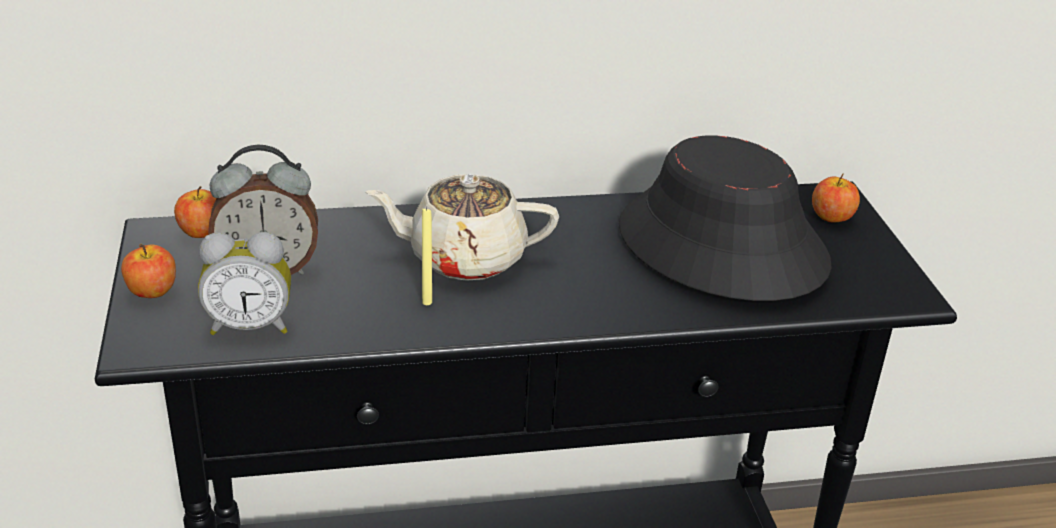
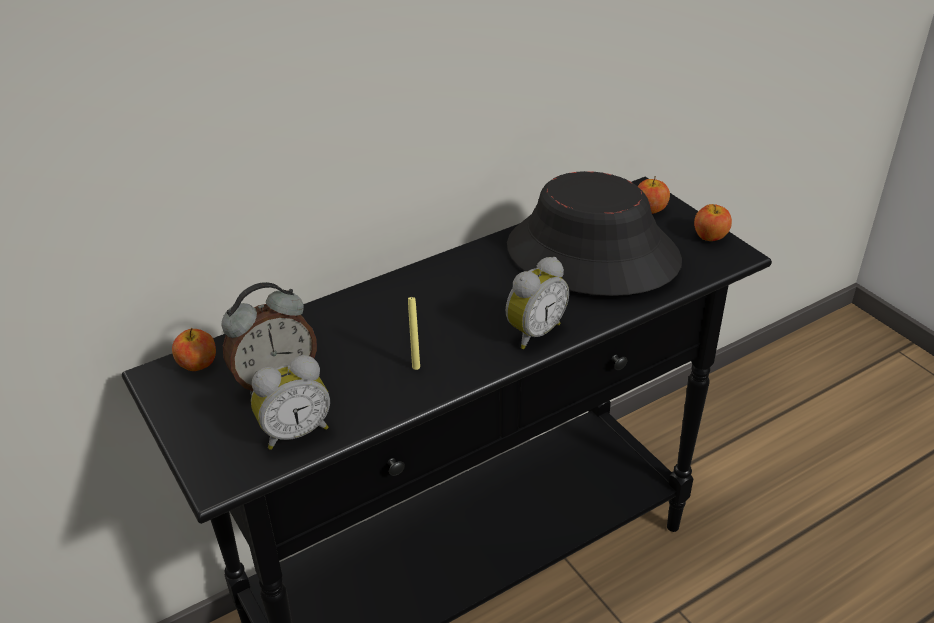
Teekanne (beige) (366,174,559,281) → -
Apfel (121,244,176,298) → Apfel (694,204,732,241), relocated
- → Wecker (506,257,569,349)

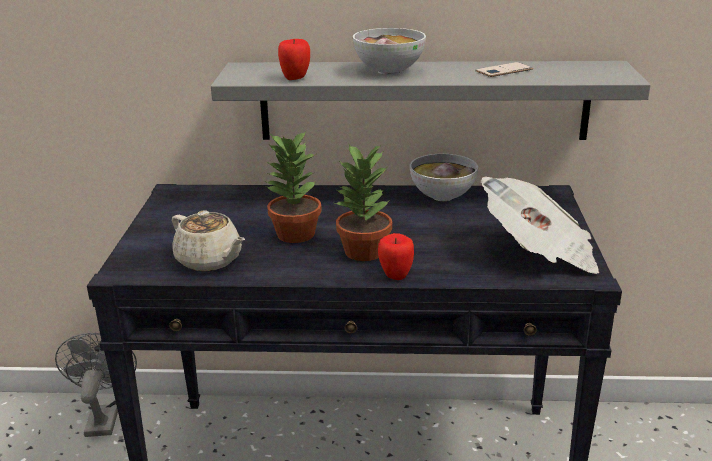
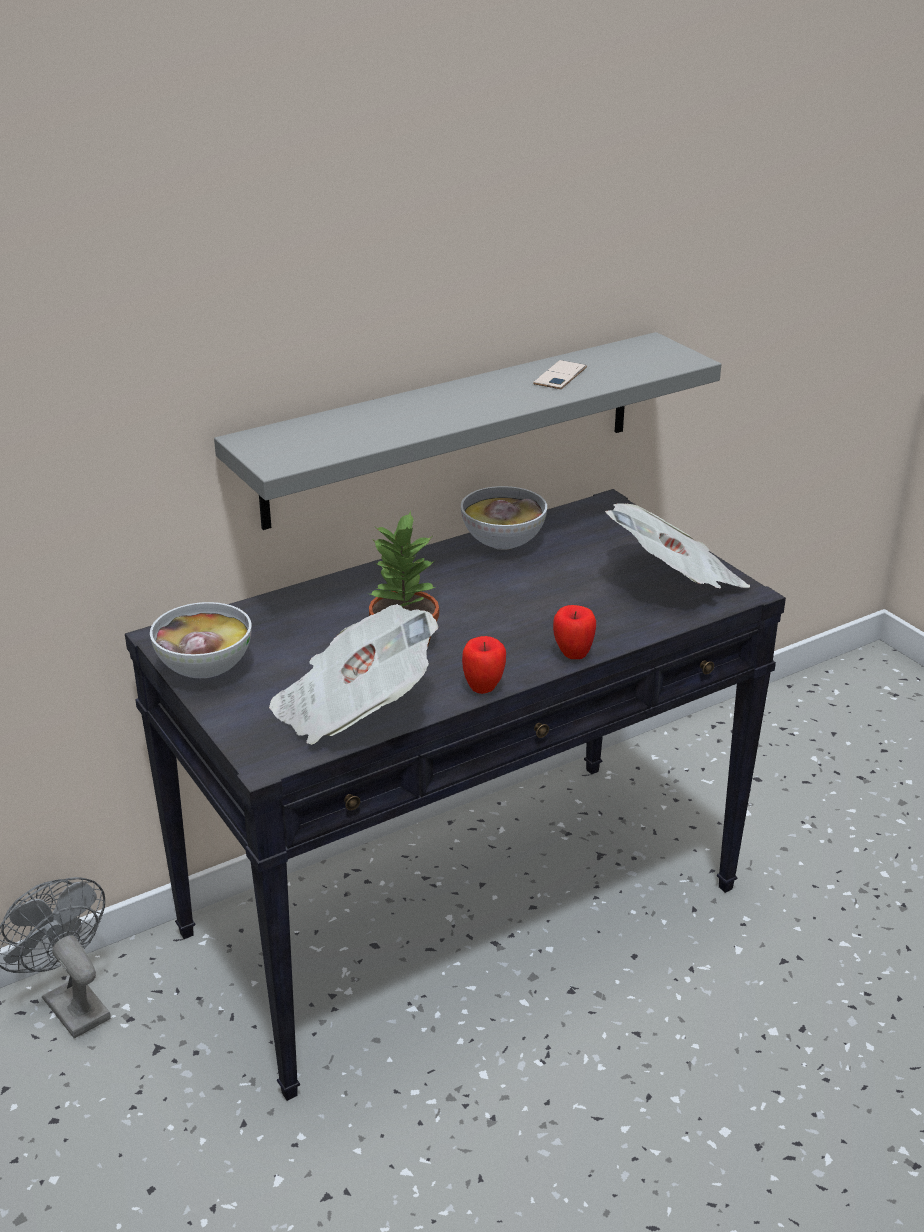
Schüssel (353,28,426,75) → Schüssel (150,602,252,678), relocated
Apfel (278,39,310,80) → Apfel (462,636,506,694), relocated
Topfpflanze (335,143,392,261) → -
Teekanne (beige) (172,210,245,271) → Zeitung (269,604,438,745)

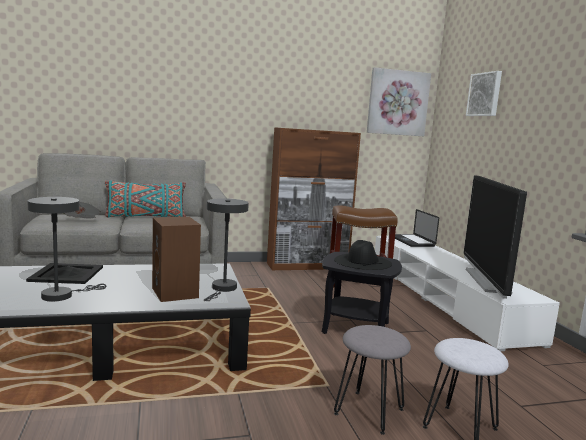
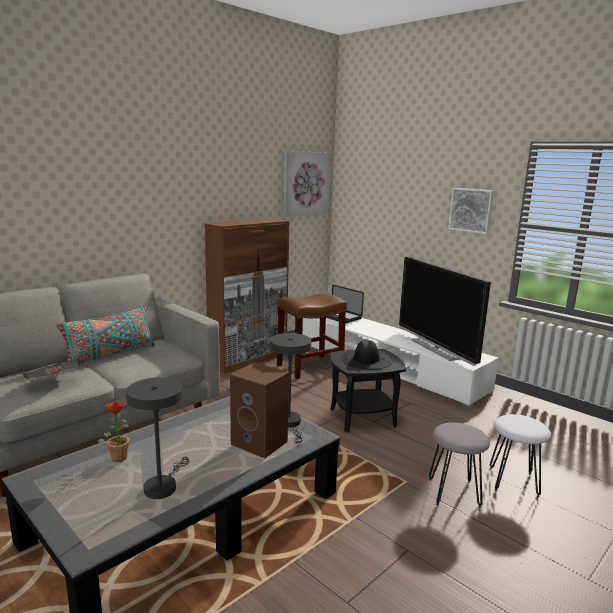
Bild (466,71,502,116) → Bild (448,188,494,234), relocated
Tablett (schwarz) (26,263,103,284) → Topfpflanze (98,401,130,462)

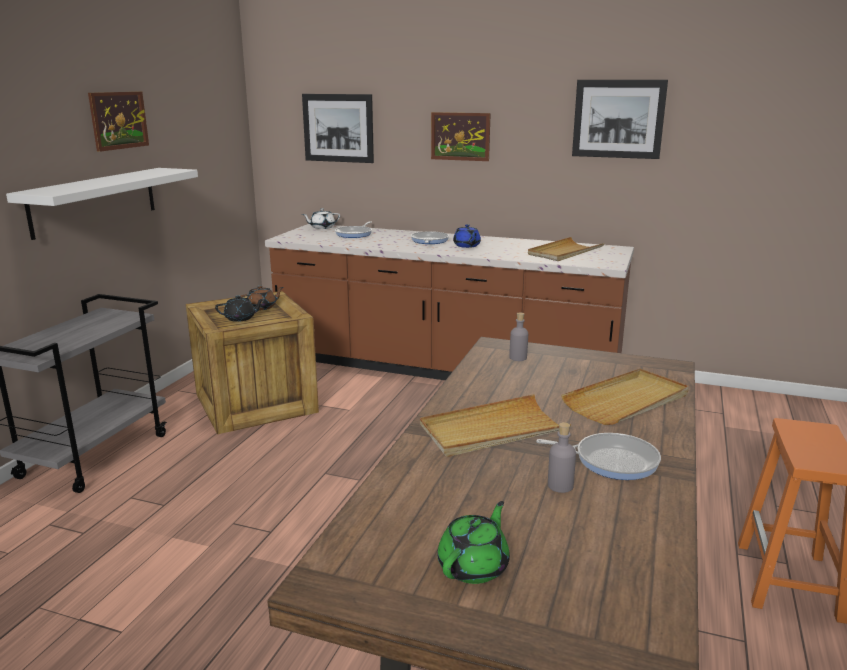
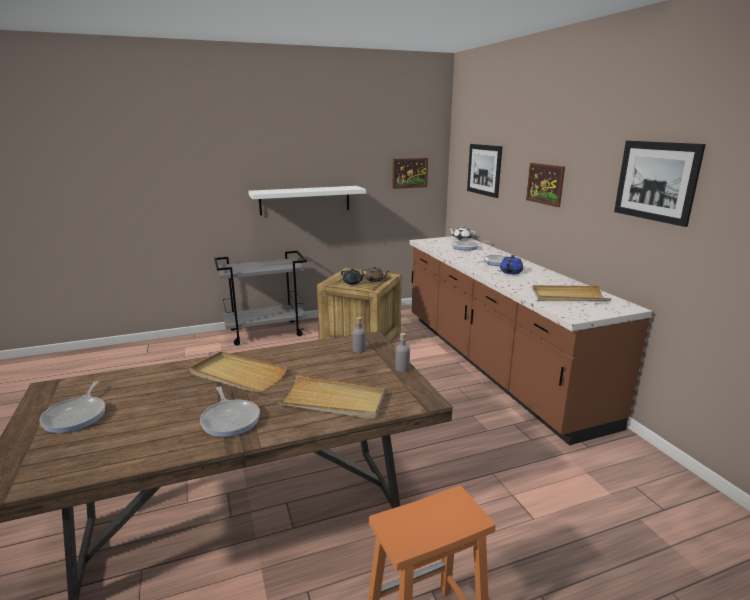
Bild (88,92,149,152) → Bild (392,158,428,189), relocated
Flasche (grau) (548,422,576,493) → Flasche (grau) (395,333,410,372), relocated
Teekanne (grün) (437,501,510,584) → Pfanne (39,381,105,433)

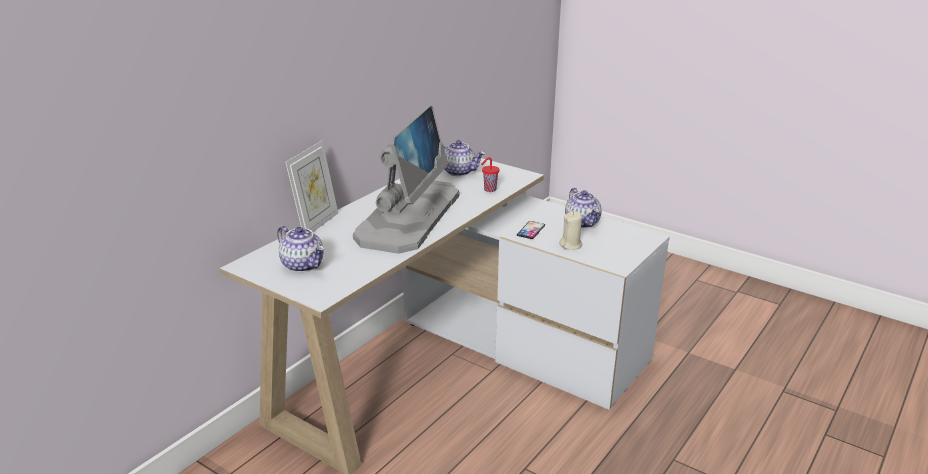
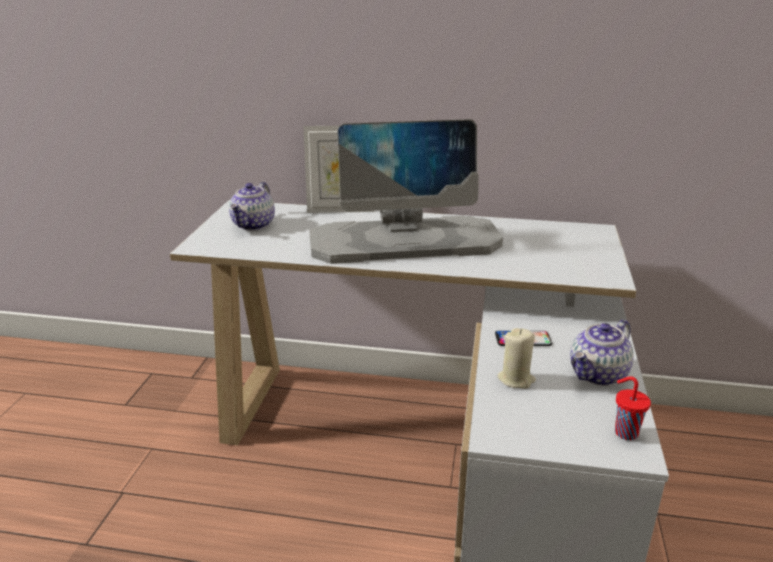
Teekanne (443,140,485,176) → -
Tasse (rot) (481,157,499,192) → Tasse (rot) (615,376,651,440), relocated

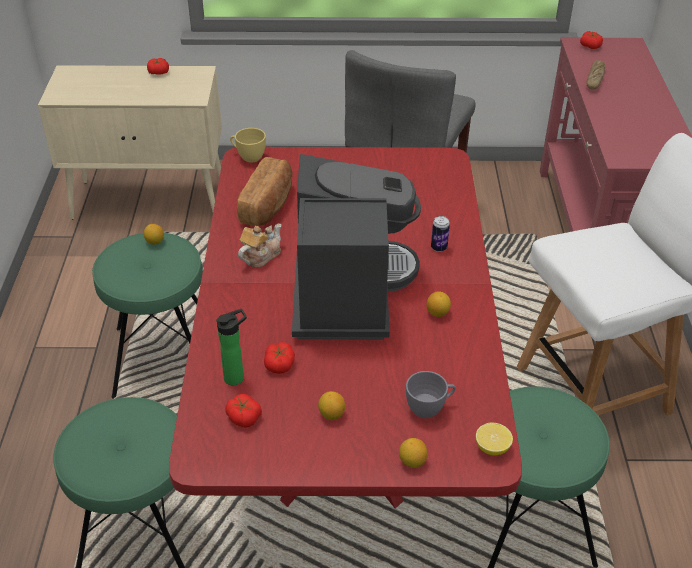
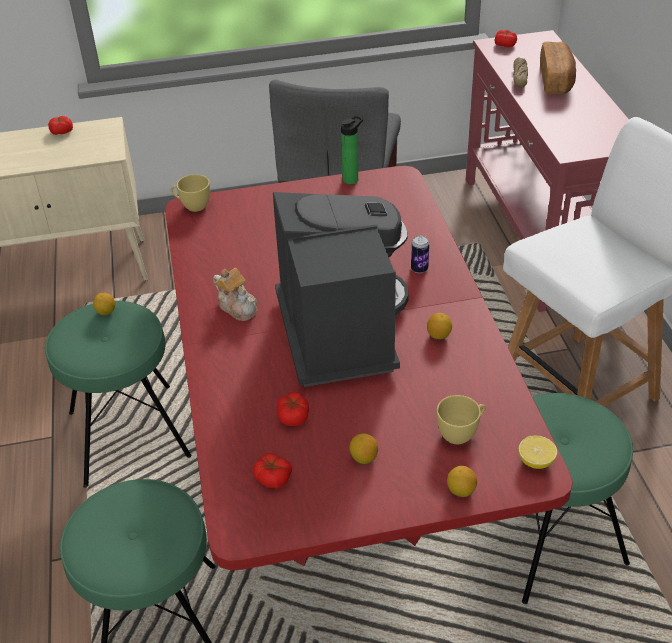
Brot (237,157,292,226) → Brot (540,42,576,94), relocated
Teekanne (238,224,281,268) → Teekanne (213,268,258,321), 105 degrees clockwise
Flasche (216,309,247,386) → Flasche (341,115,363,185), relocated
Tasse (grau) (406,371,456,418) → Tasse (gelb) (437,395,486,444)

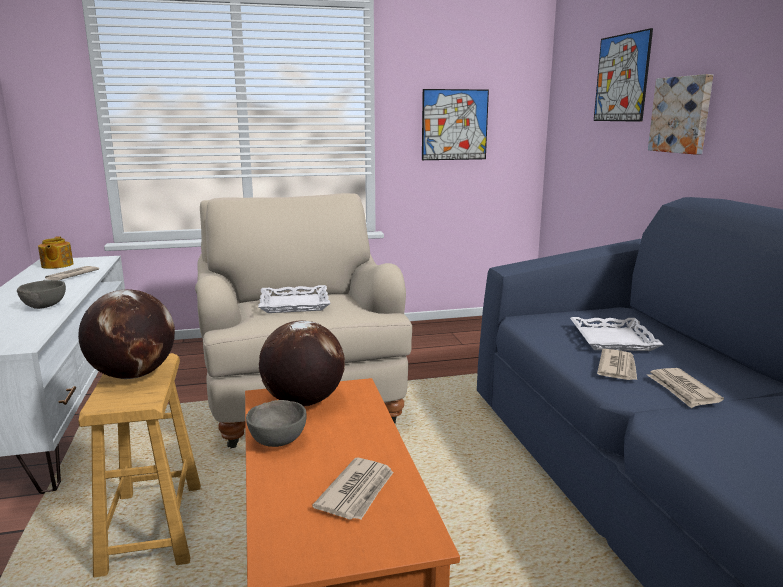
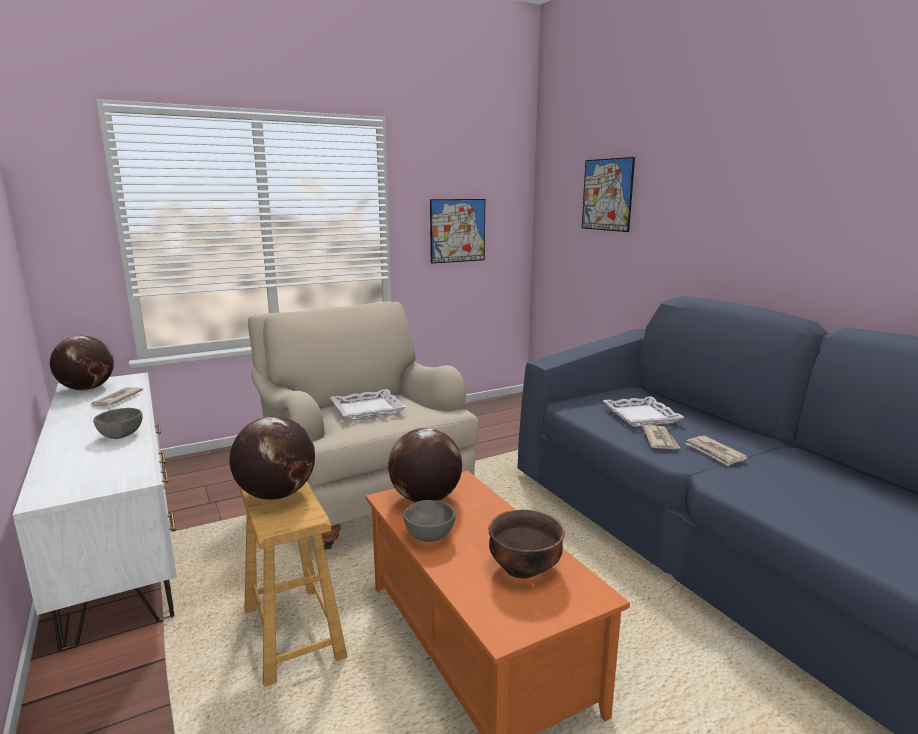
Bild (648,74,713,154) → -
Teekanne (38,236,74,269) → Globus (50,336,114,390)
Zeitung (312,458,394,520) → Schüssel (braun) (488,510,565,579)

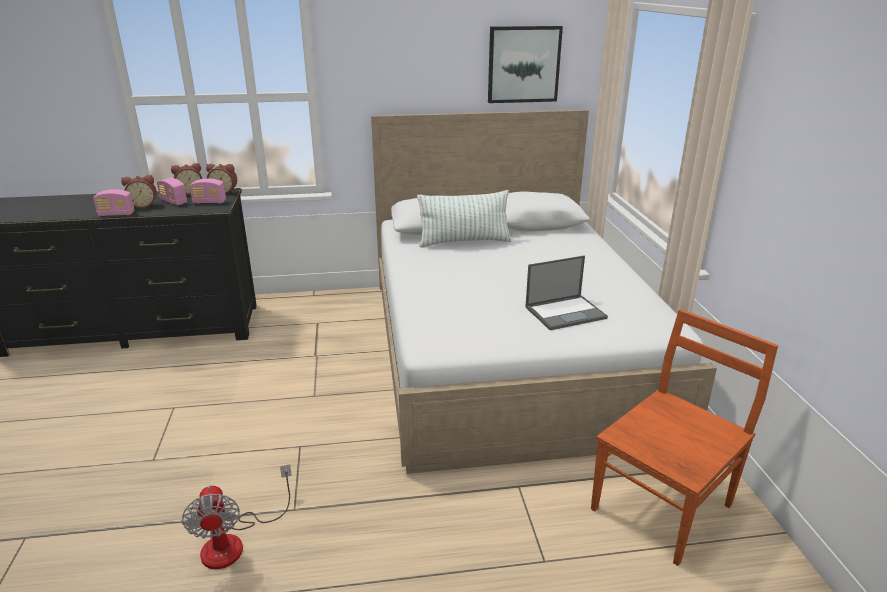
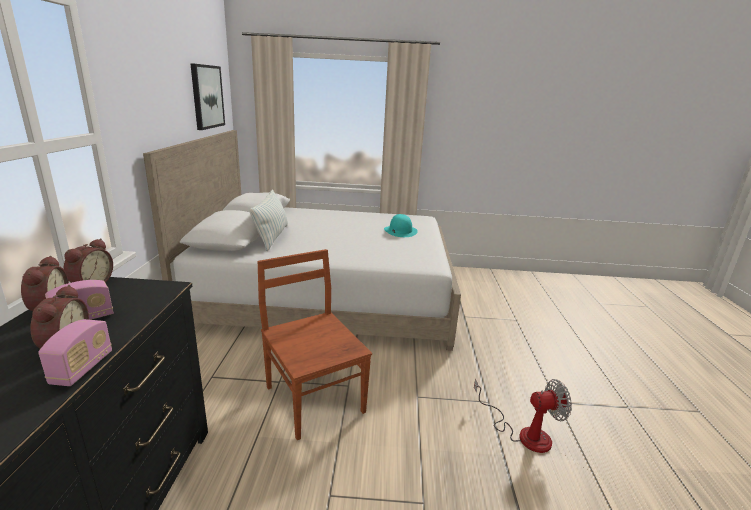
Radio (189,179,226,203) → -
Laptop (525,255,608,330) → Hut (türkis) (384,214,418,237)
Stuhl (braun) (591,309,778,566) → Stuhl (braun) (257,249,372,440), relocated

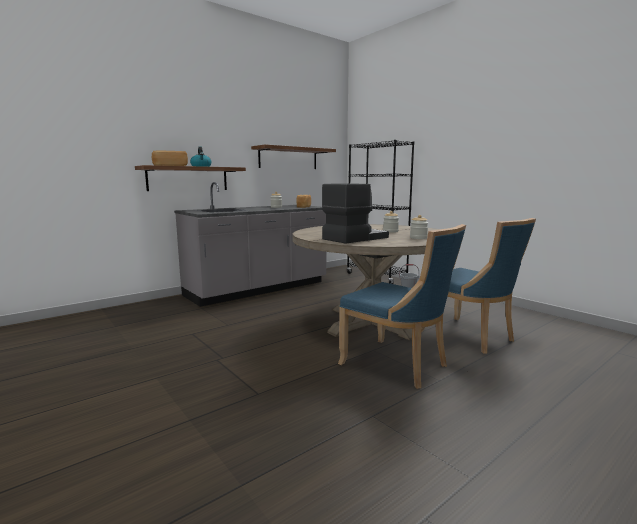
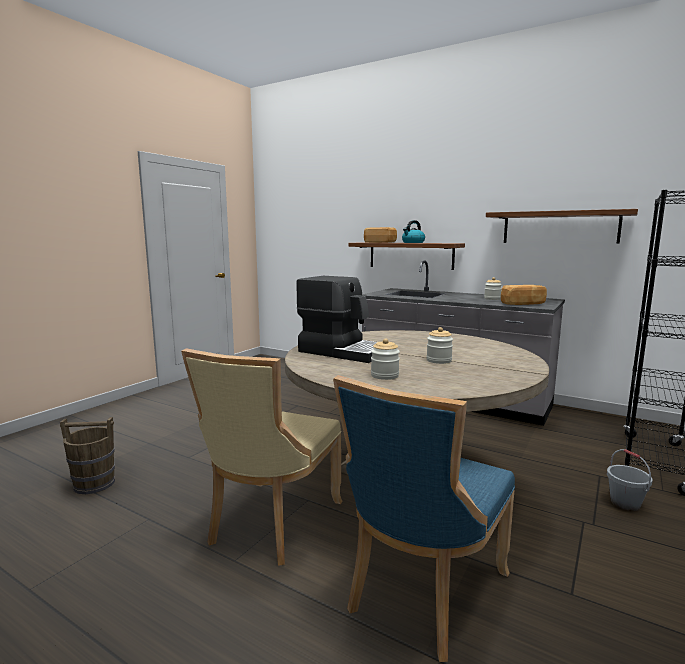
Stuhl (blau) (338,224,466,389) → Stuhl (beige) (181,348,343,566)
- → Eimer (braun) (60,417,115,494)

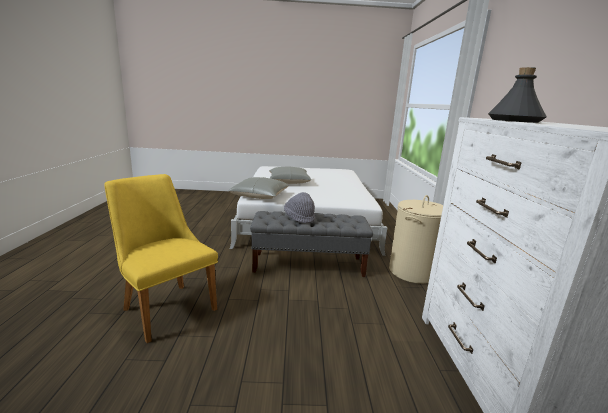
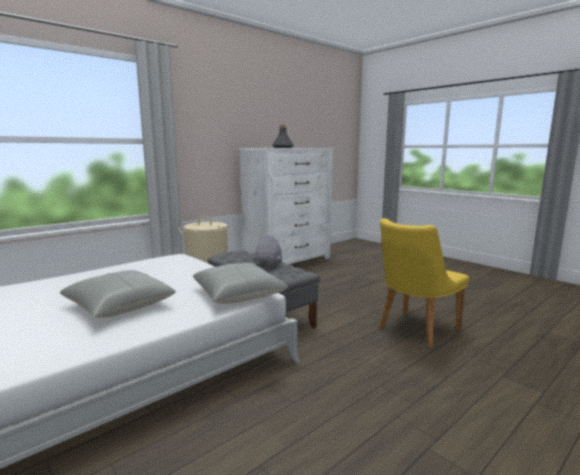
Stuhl (gelb) (104,174,218,343) → Stuhl (gelb) (379,218,469,348), 45 degrees clockwise

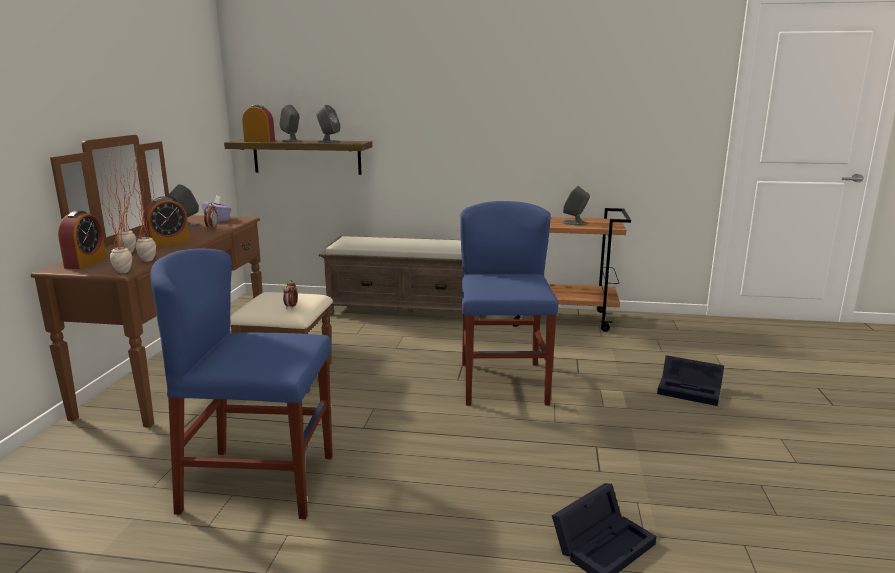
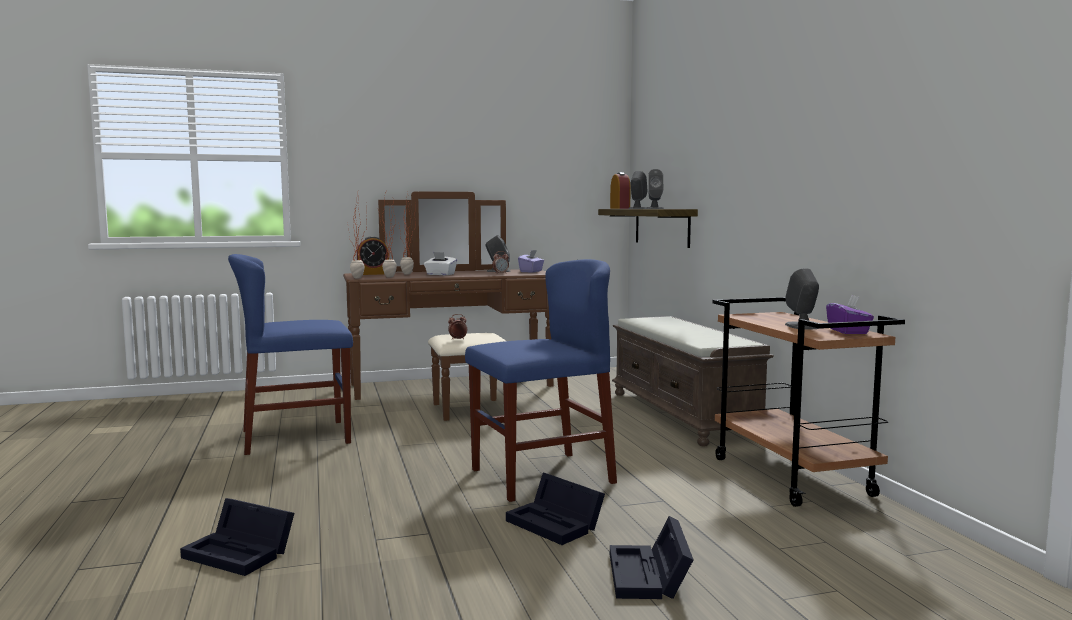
Wecker (143,197,190,248) → Taschentuchbox (weiß) (424,252,457,275)
Stuhl (blau) (150,248,333,519) → Stuhl (blau) (228,254,353,455), 90 degrees counterclockwise
- → Taschentuchbox (lila) (826,295,874,334)
- → Aufbewahrungsbox (schwarz) (506,473,605,545)

